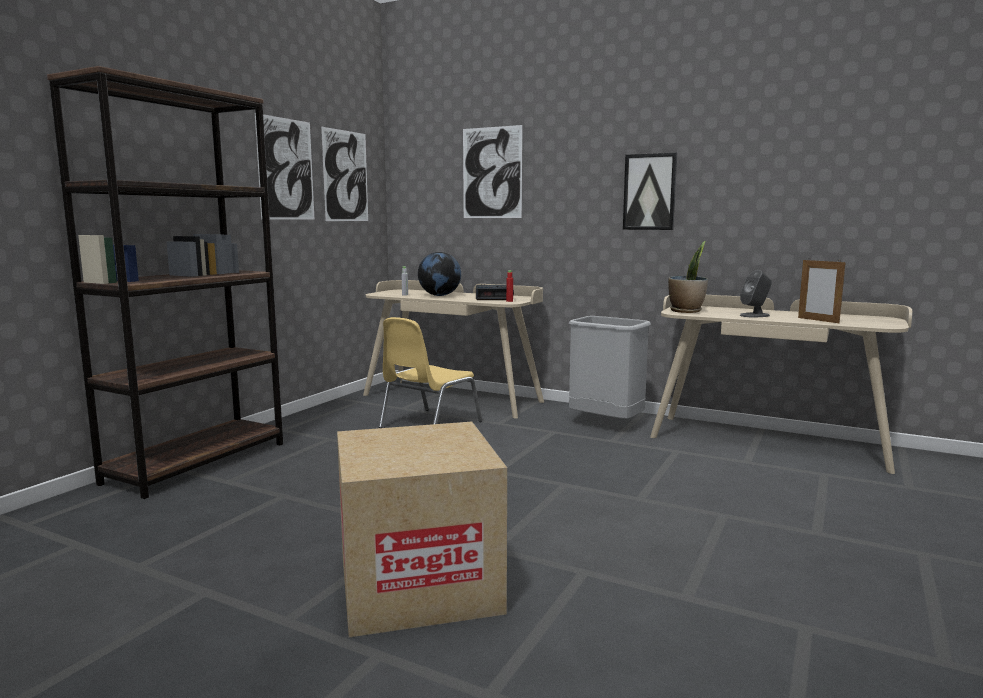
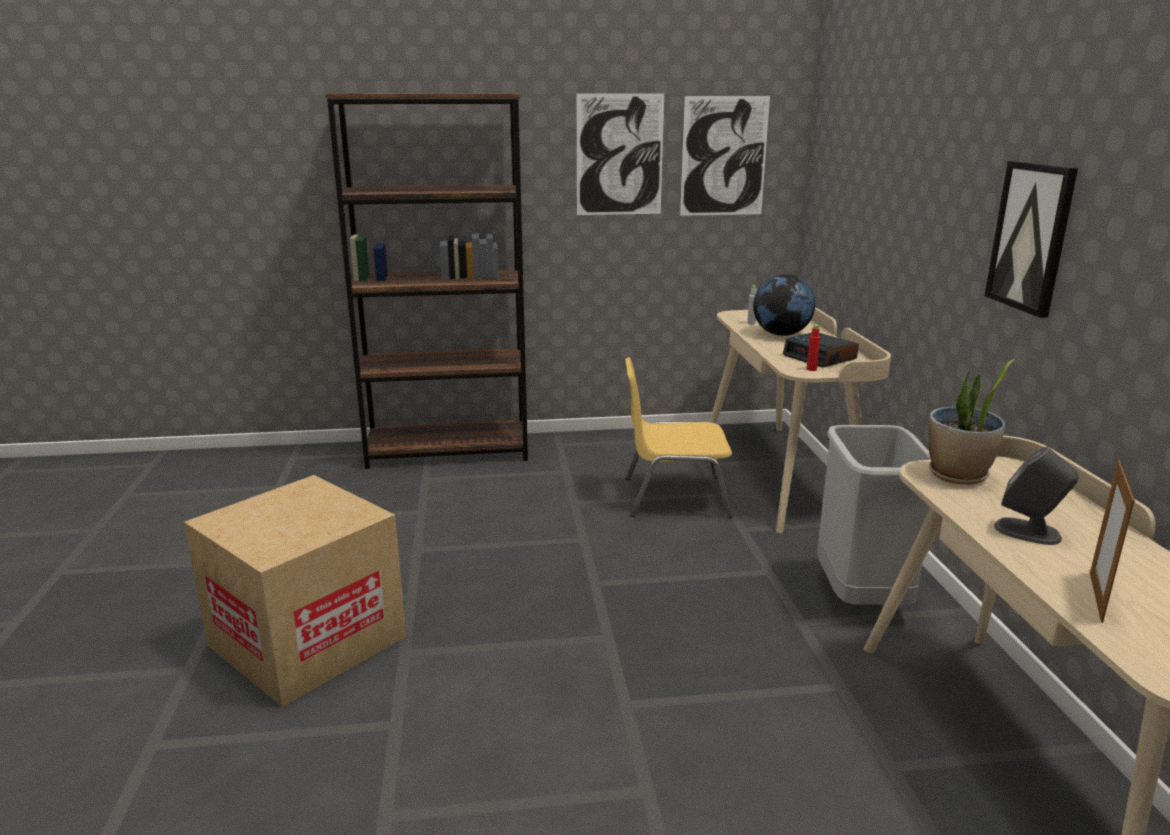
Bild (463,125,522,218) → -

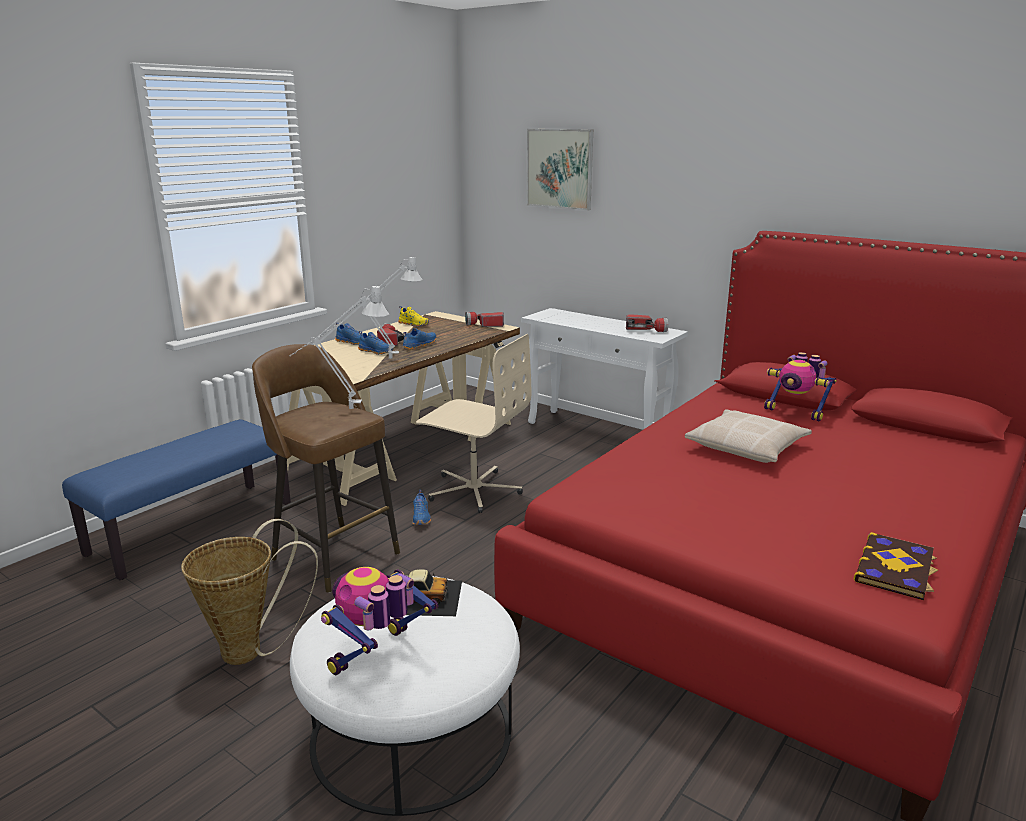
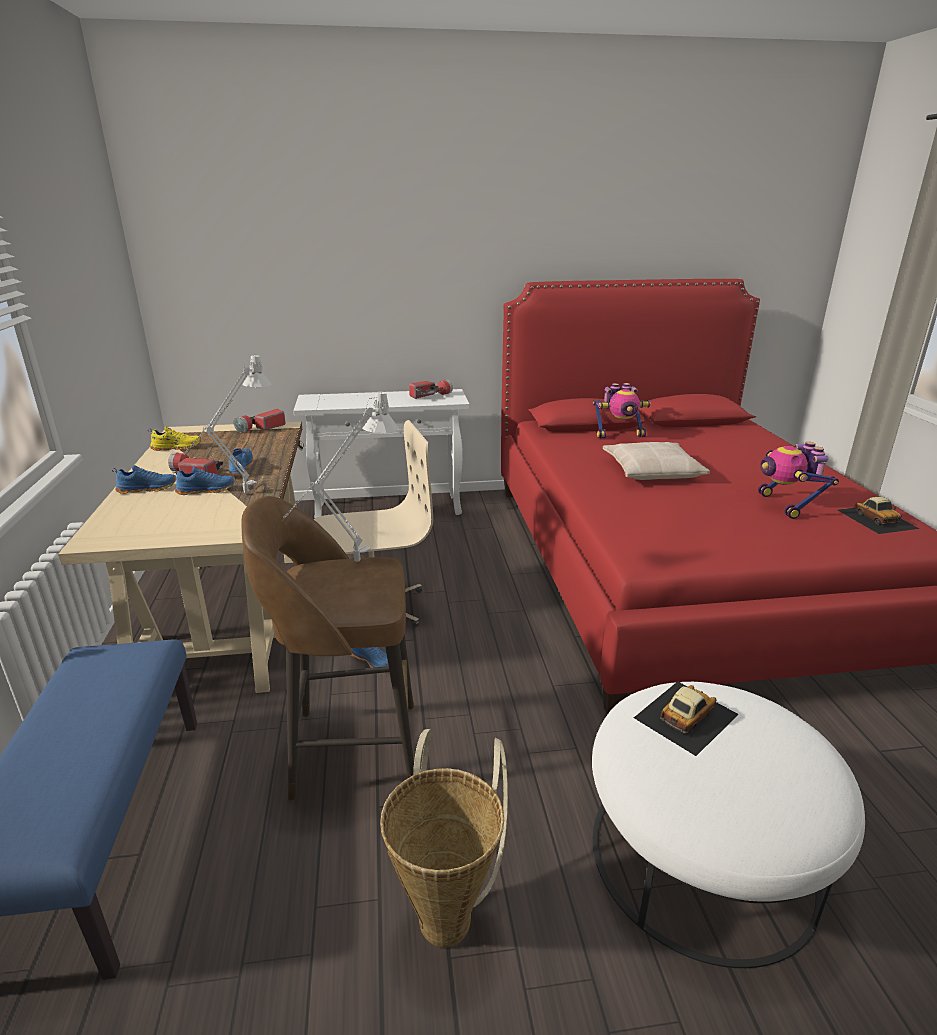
Bild (527,129,593,210) → -
Buch (854,532,938,600) → Spielzeugauto (838,497,919,534)
Spielzeugroboter (321,567,438,675) → Spielzeugroboter (758,442,839,519), relocated

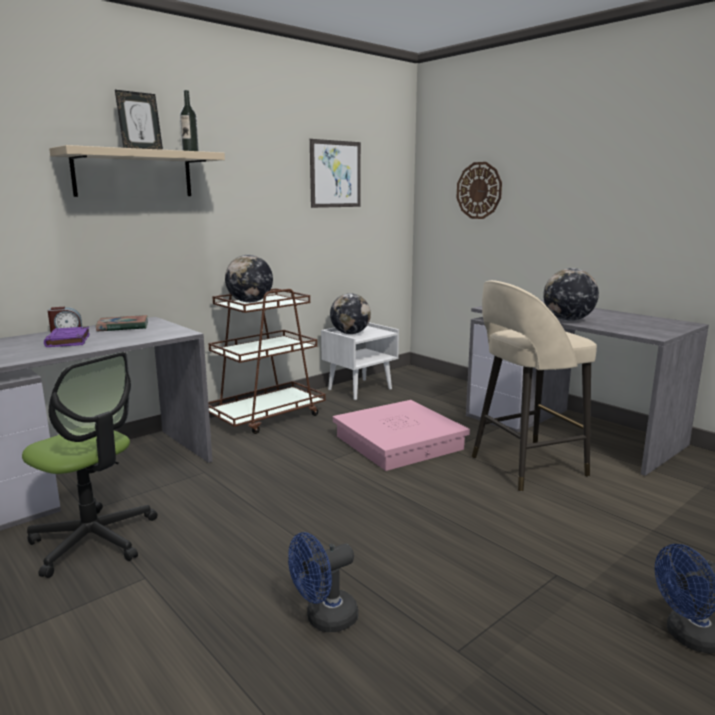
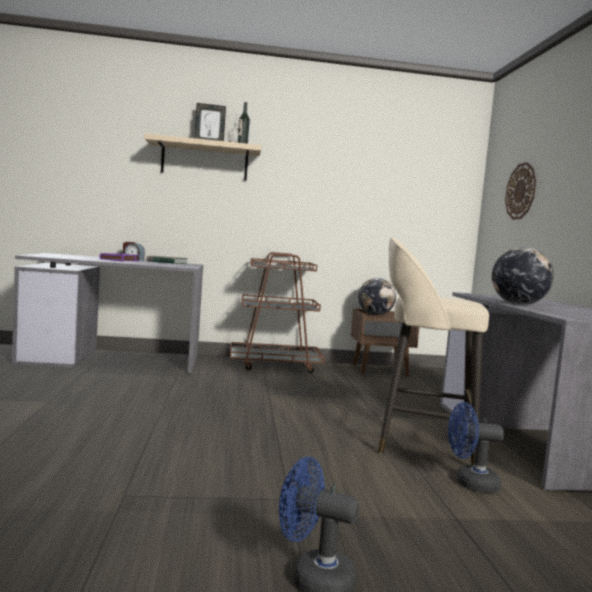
Bild (310,139,361,208) → -
Globus (225,255,273,303) → -
Nachttisch (weiß) (321,322,399,400) → Nachttisch (braun) (351,309,419,377)
Bürostuhl (22,352,157,578) → -
Aufbewahrungsbox (rosa) (333,400,470,471) → -
Ventilator (blau) (288,532,358,632) → Ventilator (blau) (448,402,504,492), relocated

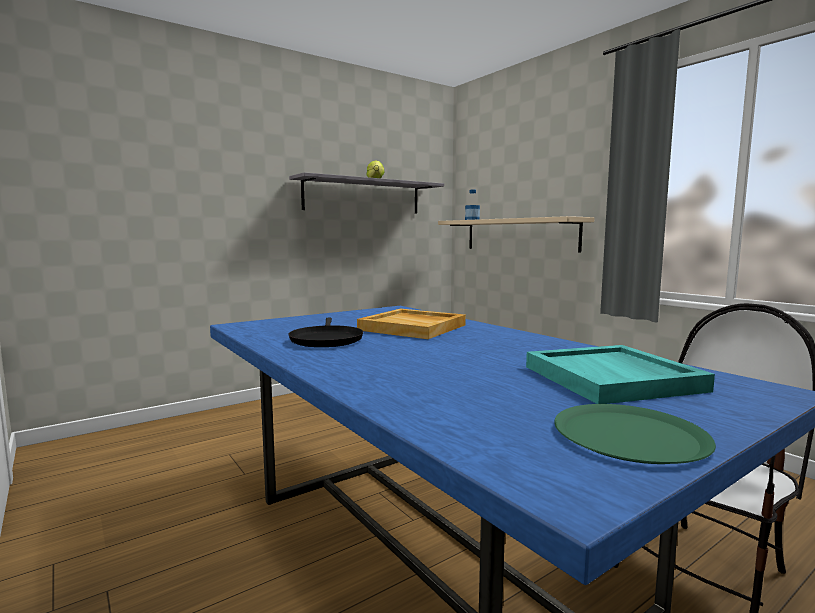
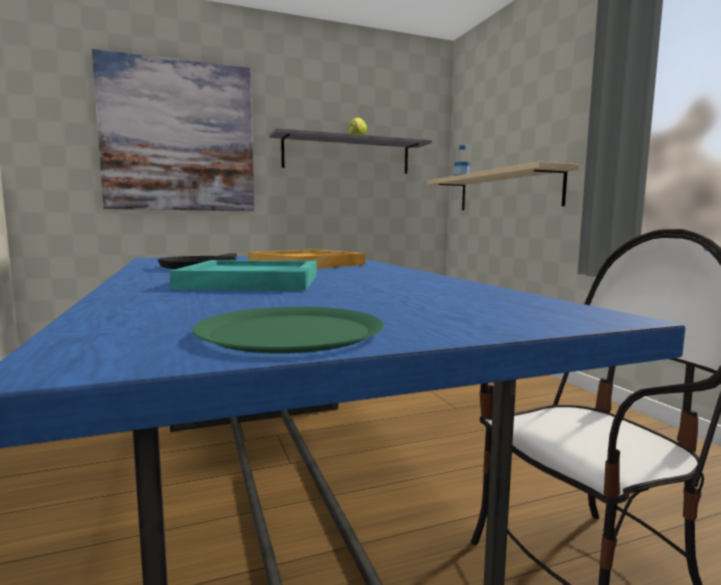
Tablett (türkis) (526,345,715,404) → Tablett (türkis) (170,260,317,291), relocated
- → Bild (92,49,254,211)

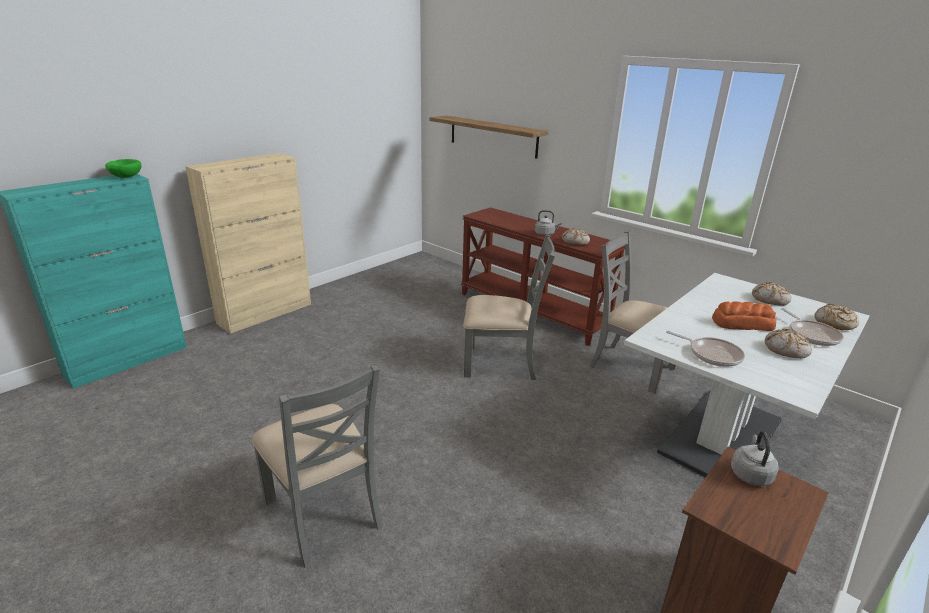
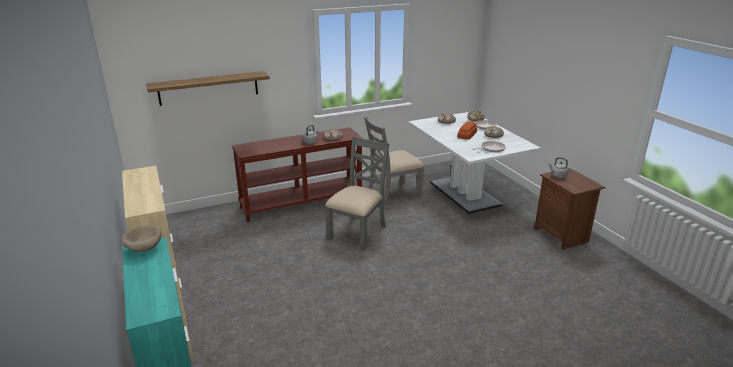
Schüssel (grün) (105,159,142,178) → Schüssel (beige) (122,225,162,252)
Stuhl (grau) (252,364,383,568) → -

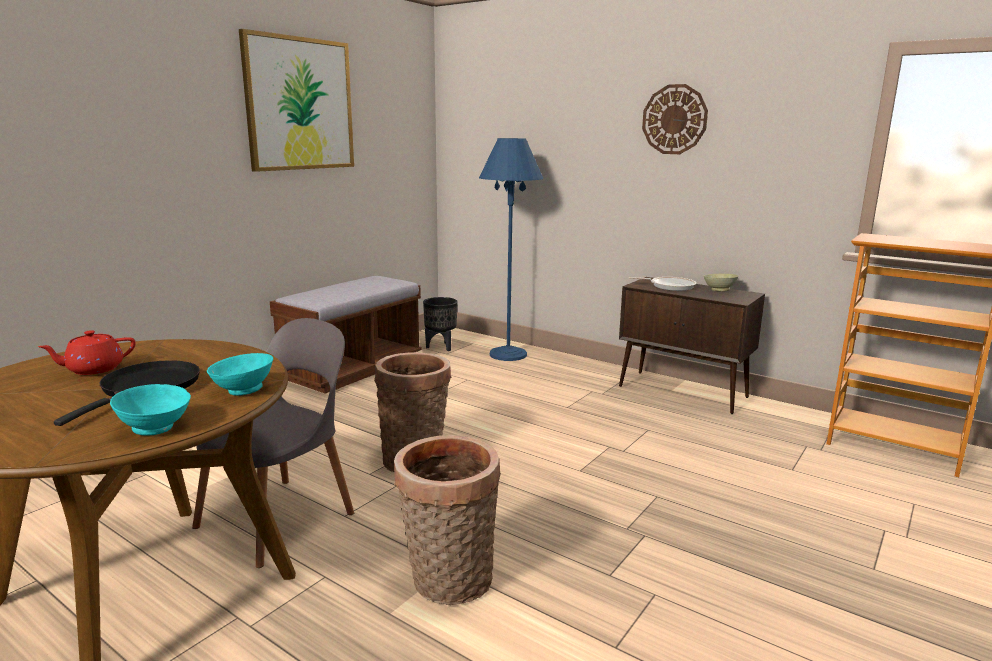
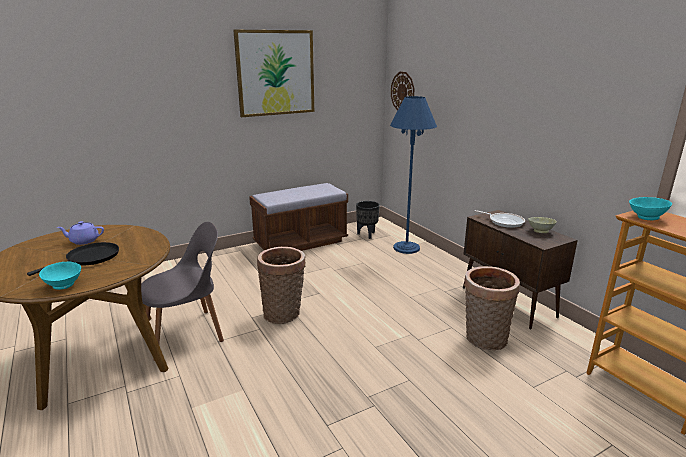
Wanduhr (642,84,708,154) → Wanduhr (391,72,415,111), relocated
Teekanne (rot) (38,330,136,375) → Teekanne (lila) (57,221,104,245)
Schüssel (türkis) (207,353,273,396) → Schüssel (türkis) (629,197,672,220), relocated
Korb (394,435,501,605) → Korb (464,266,520,350), relocated

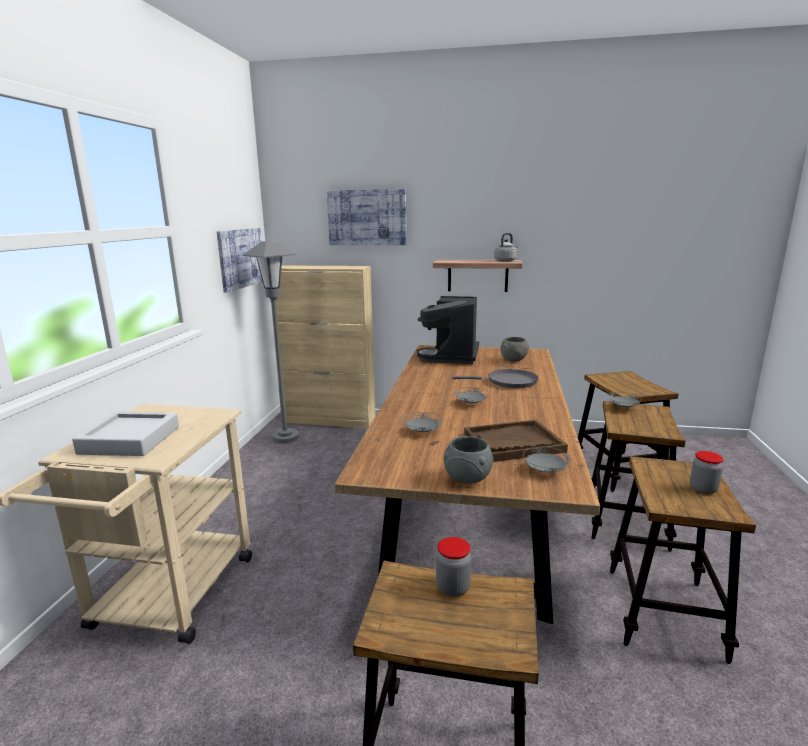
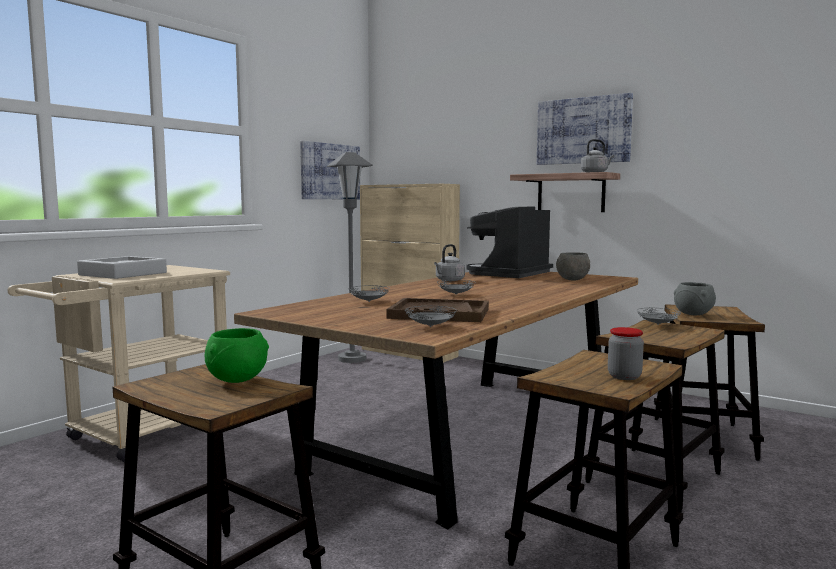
Bild (327,189,406,245) → Bild (537,93,633,165), relocated
Pfanne (grau) (452,369,538,388) → -
Schüssel (grau) (444,436,493,484) → Schüssel (grau) (674,282,716,315), relocated
Vorratsglas (436,537,471,597) → Schüssel (grün) (205,328,269,383)
- → Wasserkessel (grau) (434,244,465,281)

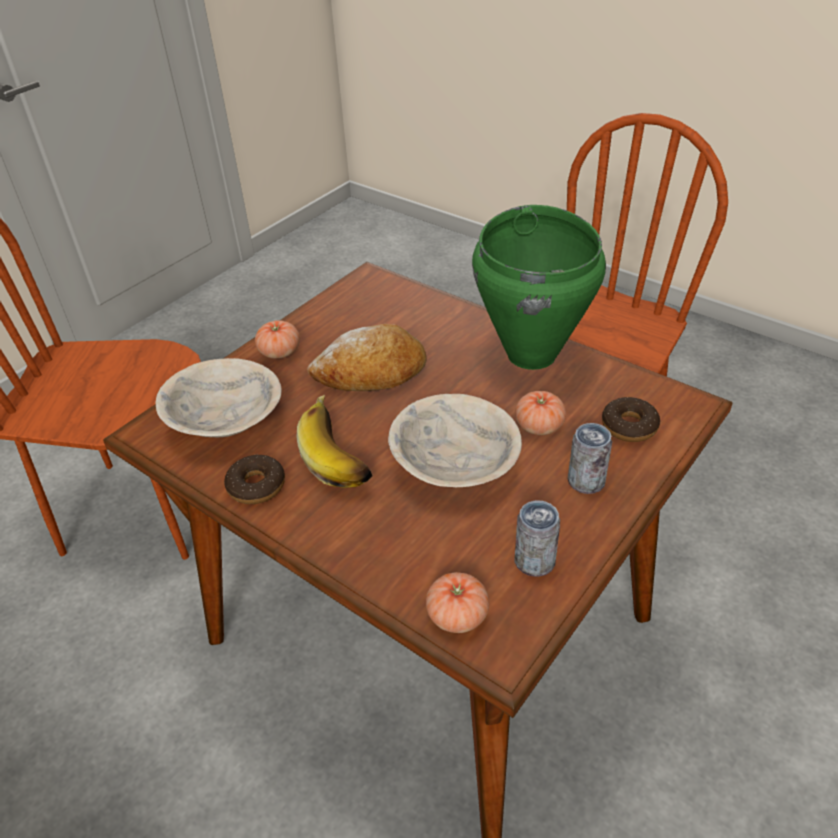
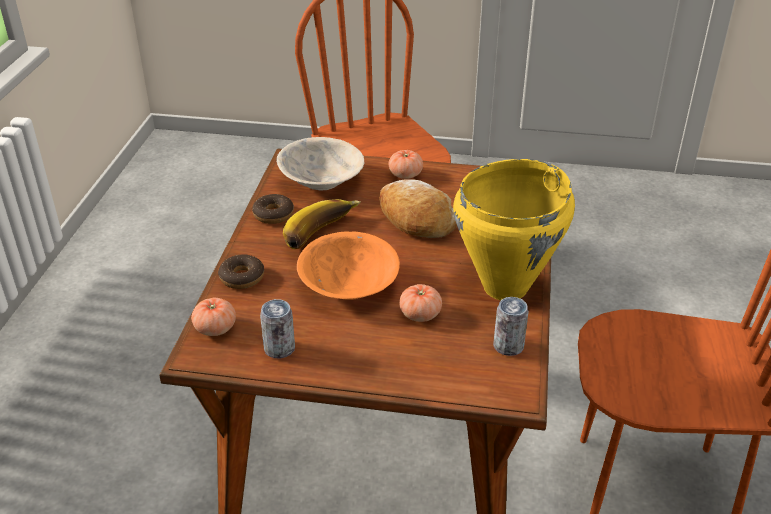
Kochtopf (grün) (472,205,606,370) → Kochtopf (gelb) (453,159,575,300)
Schüssel (beige) (388,394,522,487) → Schüssel (orange) (297,232,400,300)
Donut (602,397,660,442) → Donut (218,254,264,289), relocated
Dose (568,423,612,494) → Dose (493,297,529,356), relocated

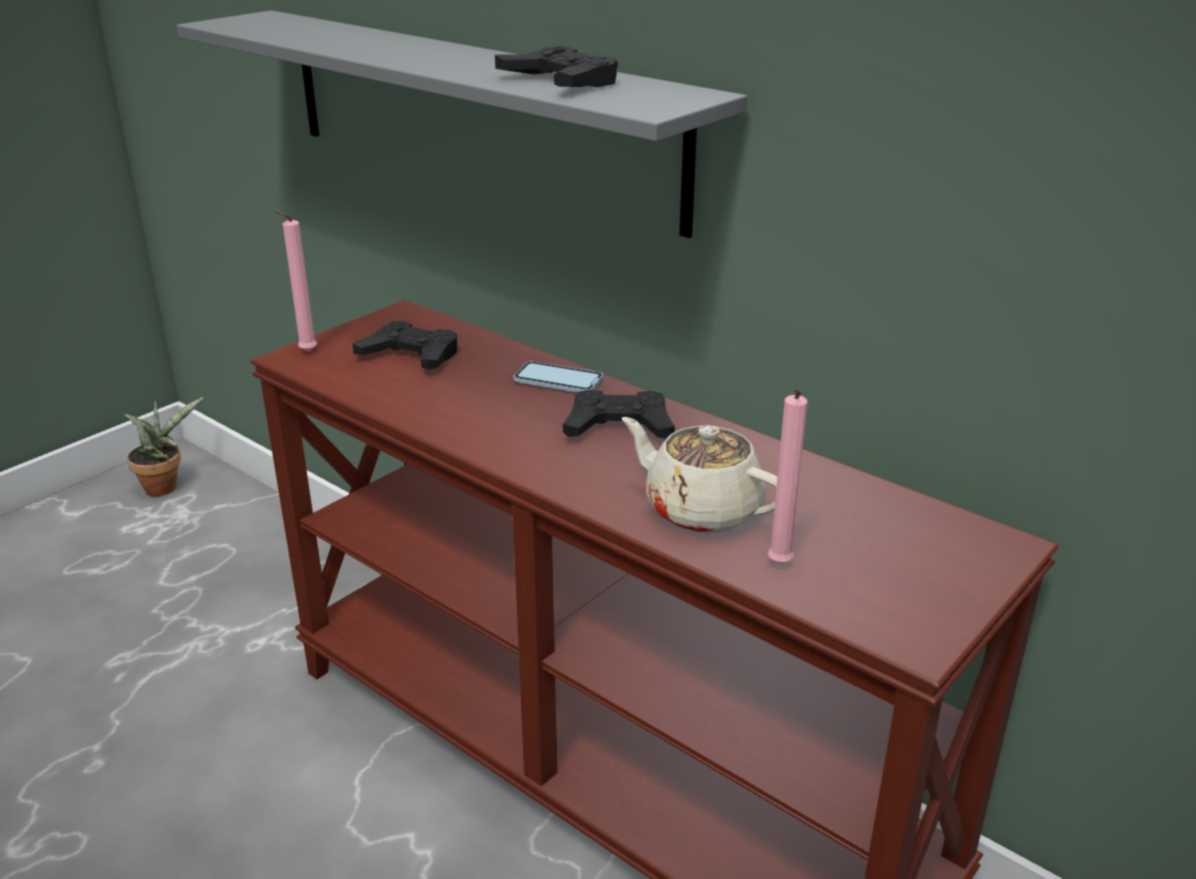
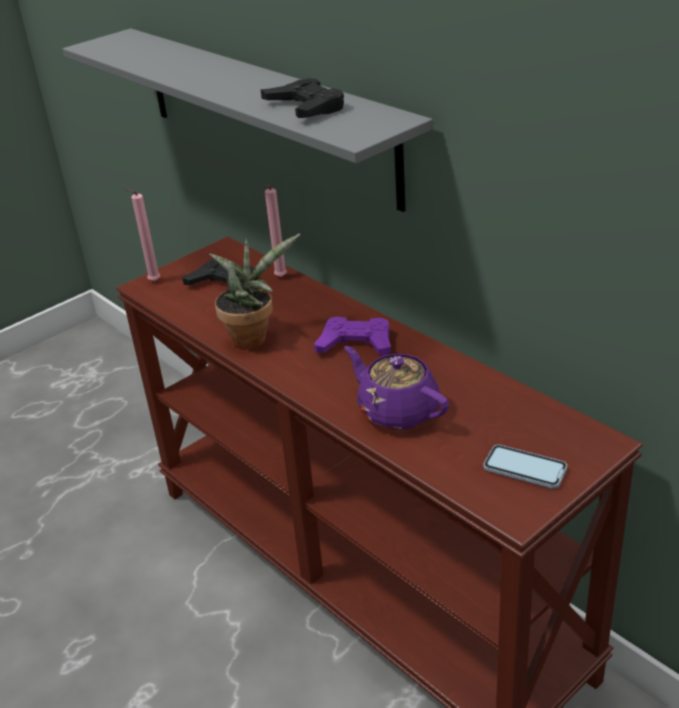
Handy (514,361,603,393) → Handy (483,445,567,489), relocated
Kerze (rosa) (768,389,807,564) → Kerze (rosa) (264,185,287,277), relocated
Gamepad (schwarz) (563,390,675,439) → Gamepad (lila) (314,316,391,355)
Topfpflanze (124,397,203,496) → Topfpflanze (209,234,300,349), relocated
Teekanne (beige) (622,417,778,533) → Teekanne (lila) (344,346,449,430)

